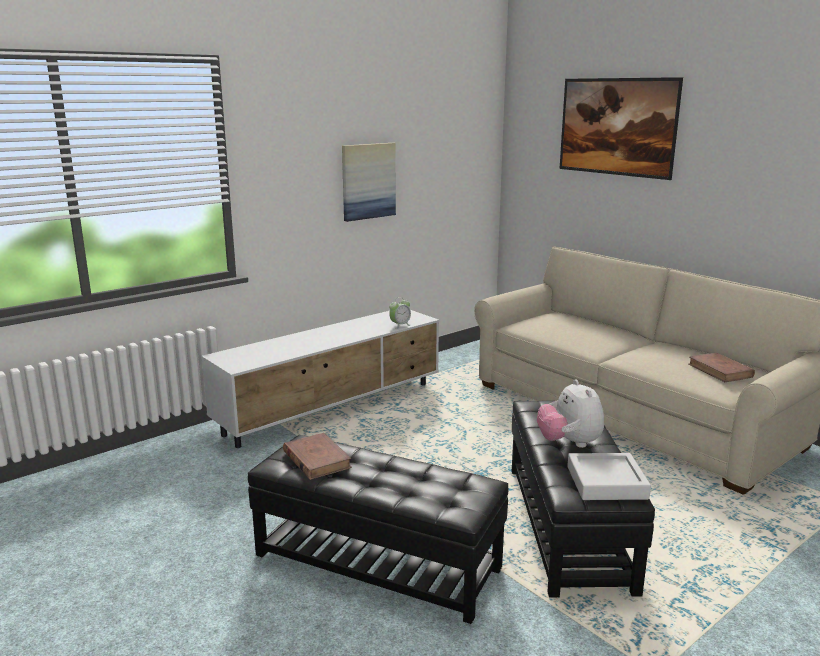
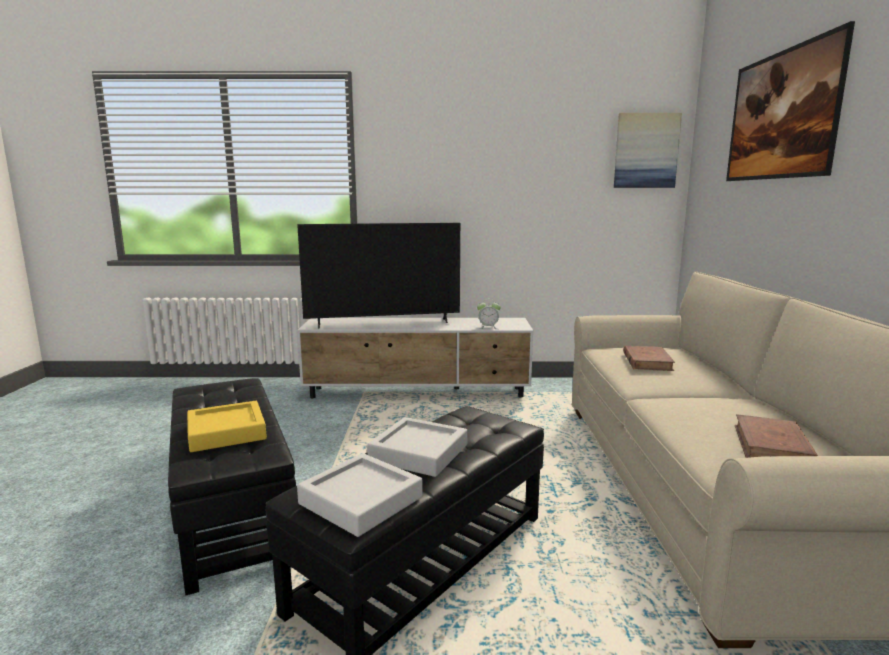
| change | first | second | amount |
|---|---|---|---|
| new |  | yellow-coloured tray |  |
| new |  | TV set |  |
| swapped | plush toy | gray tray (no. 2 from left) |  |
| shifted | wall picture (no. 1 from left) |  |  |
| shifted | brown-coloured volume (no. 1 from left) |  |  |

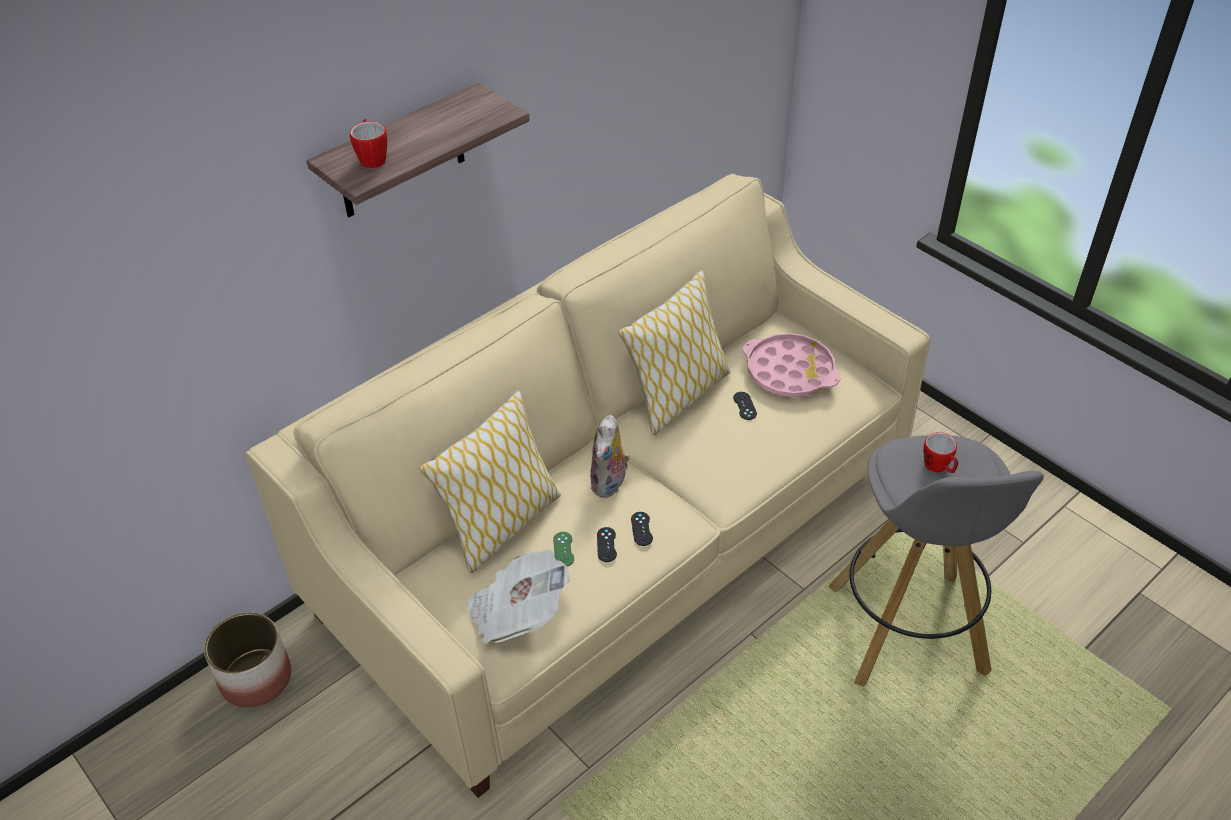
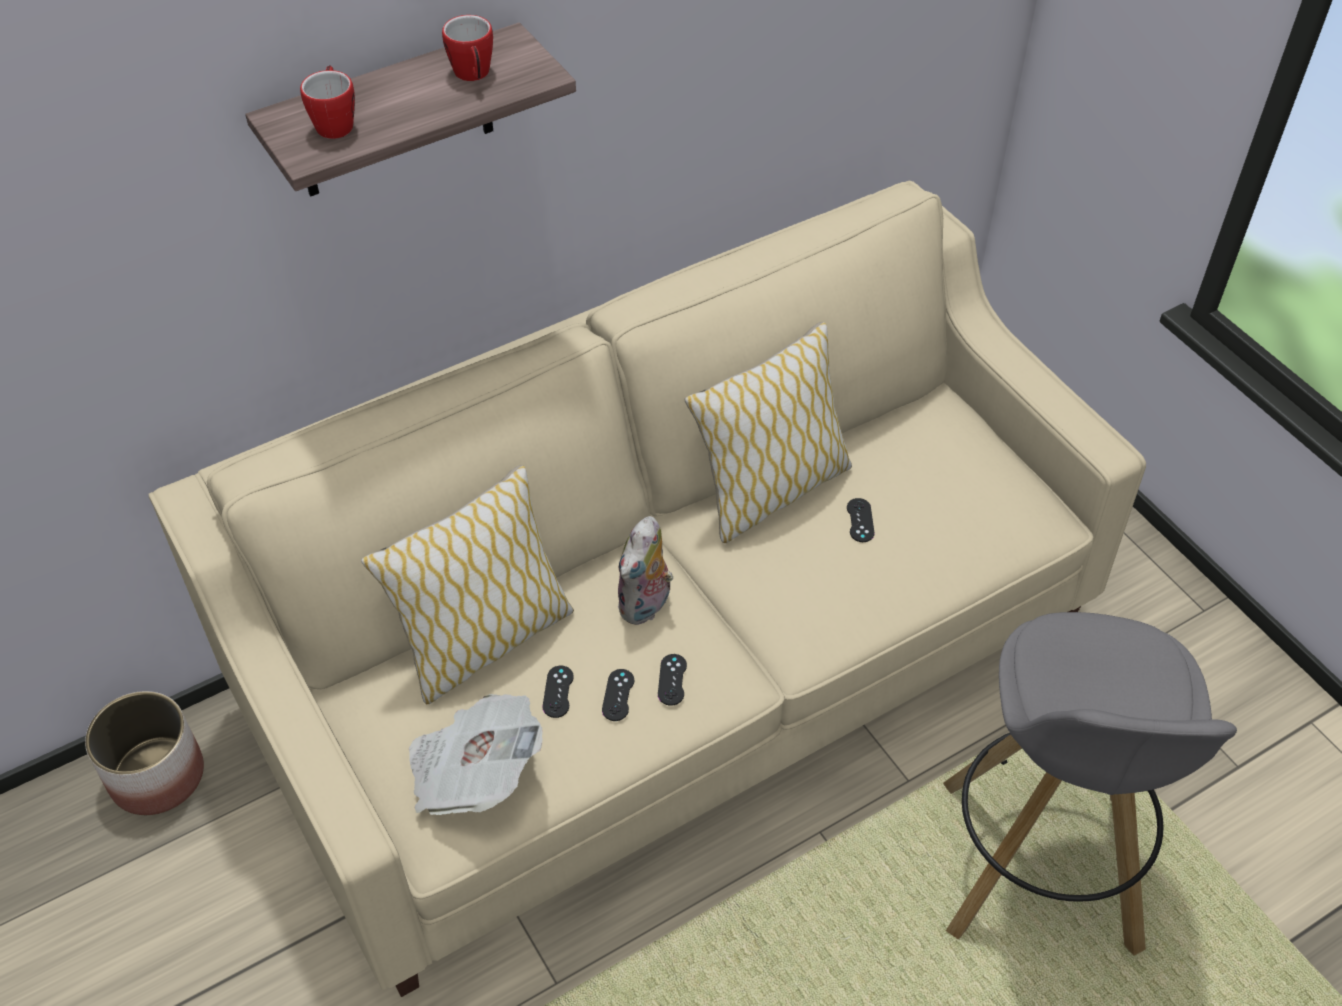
| change | first | second | amount |
|---|---|---|---|
| shifted | mug (no. 2 from left) |  |  |
| repainted | greenish joypad | black-coloured joypad (no. 1 from left) |  |
| gone | pinkish tray |  |  |

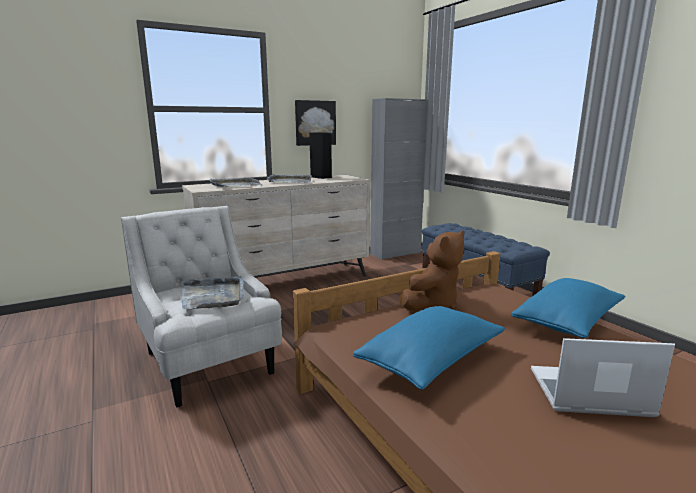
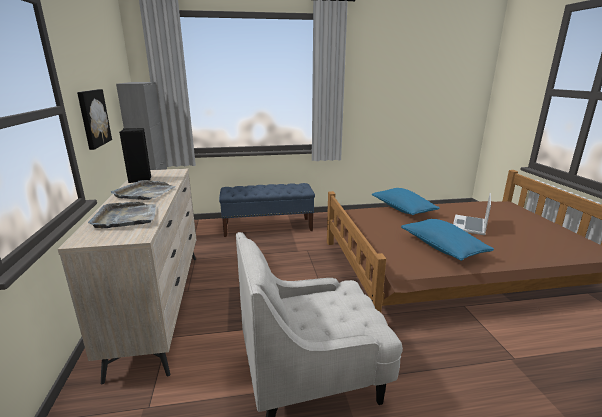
| change | first | second | amount |
|---|---|---|---|
| gone | gray tray (no. 1 from left) |  |  |
| gone | brown-coloured plush toy |  |  |

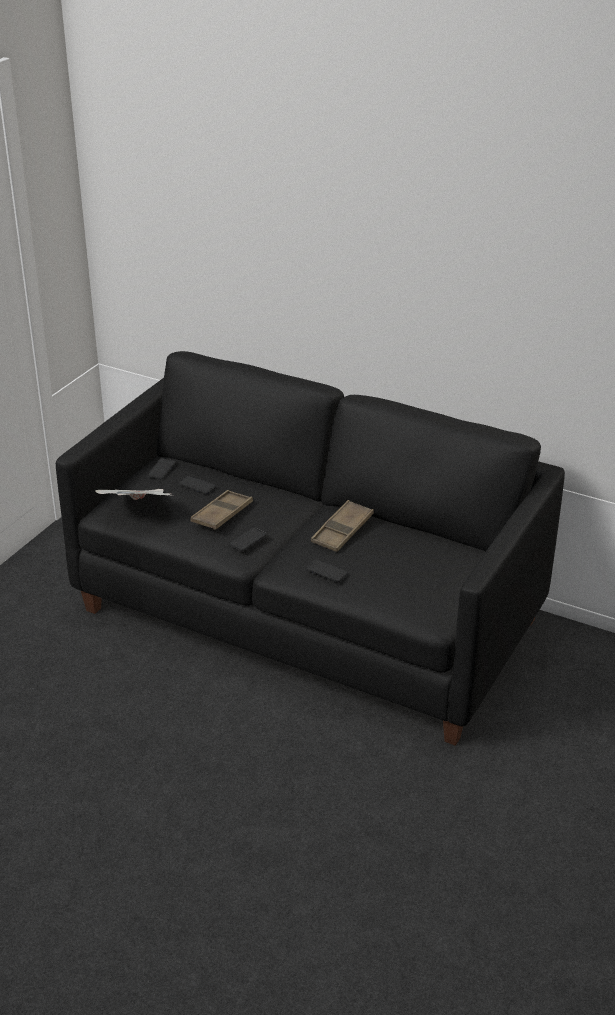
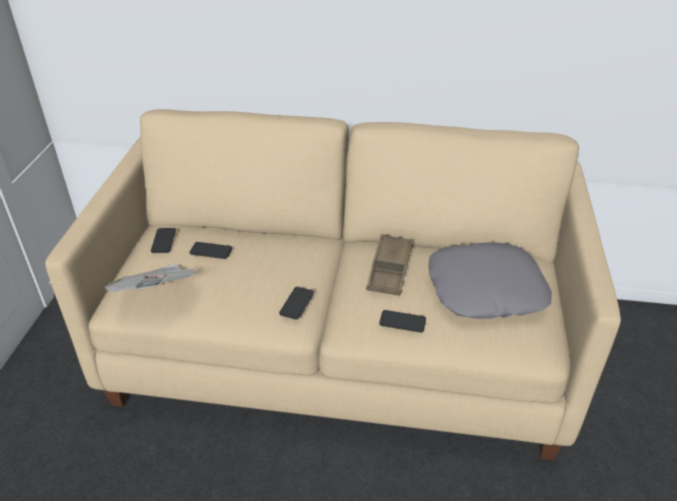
| change | first | second | amount |
|---|---|---|---|
| repainted | black-coloured settee | sand-coloured settee |  |
| new |  | gray cushion |  |
| gone | brown-coloured tray (no. 1 from left) |  |  |

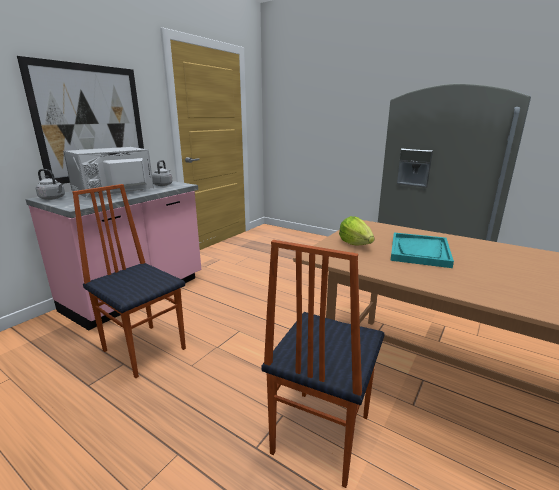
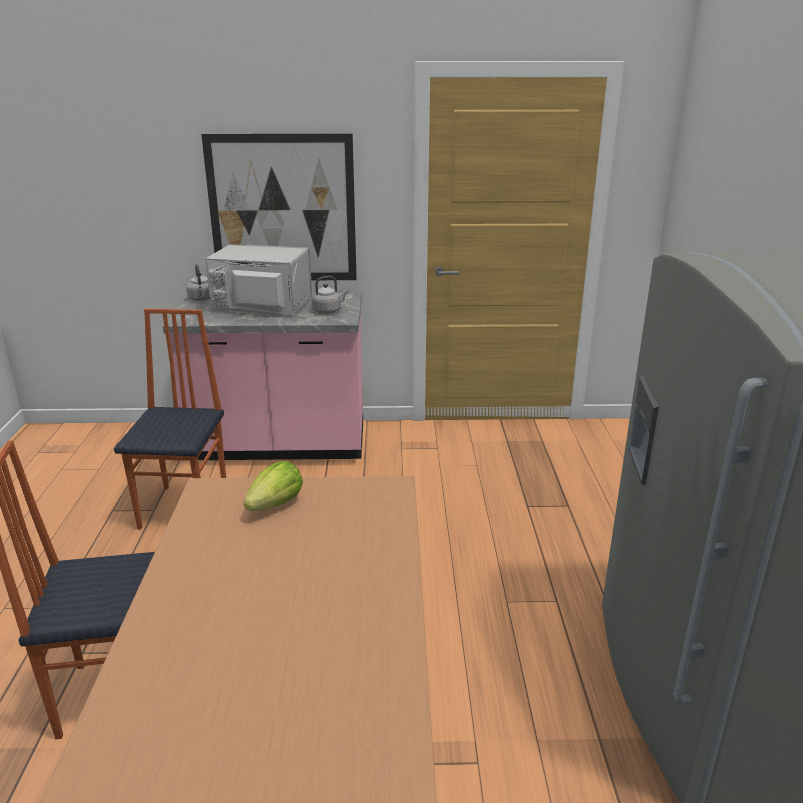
| change | first | second | amount |
|---|---|---|---|
| gone | turquoise-coloured tray |  |  |

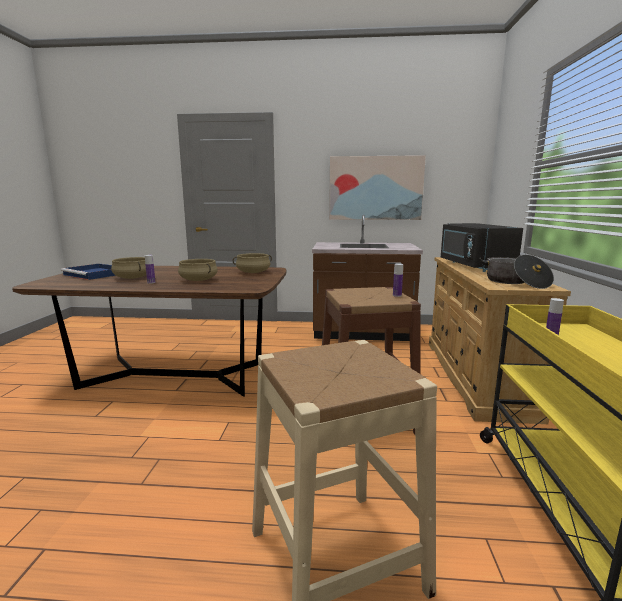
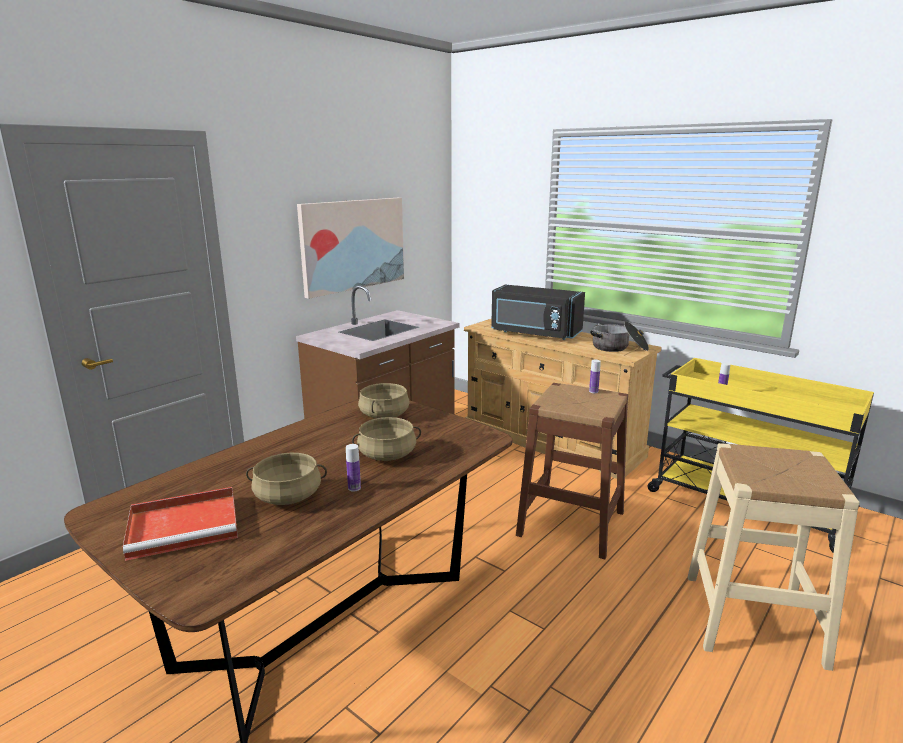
| change | first | second | amount |
|---|---|---|---|
| repainted | blue-coloured tray | reddish tray |  |

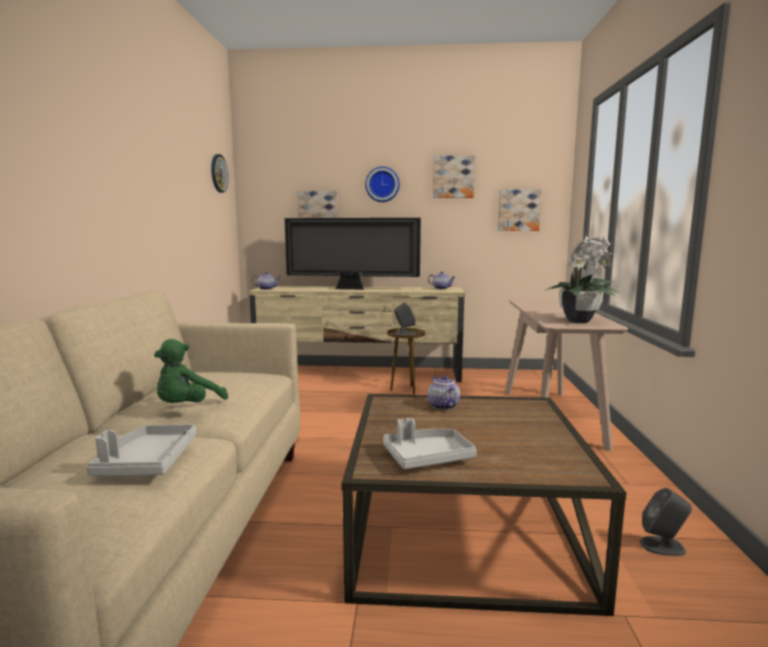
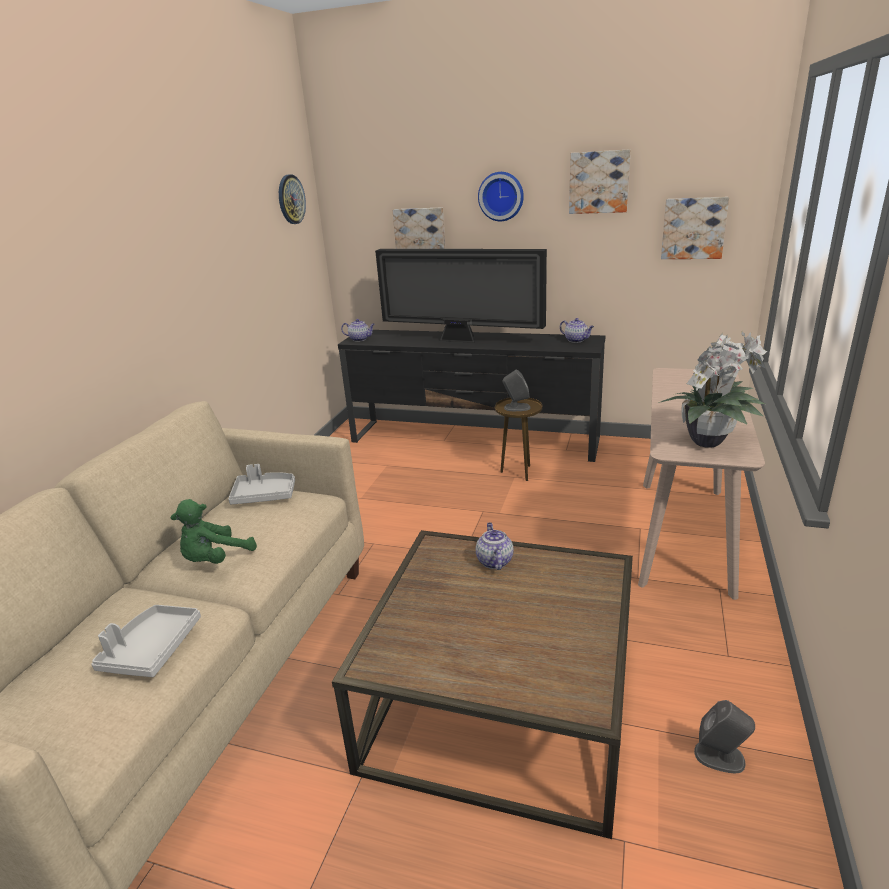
| change | first | second | amount |
|---|---|---|---|
| shifted | gray tray (no. 2 from left) |  |  |
| repainted | sand-coloured tv stand | black-coloured tv stand |  |

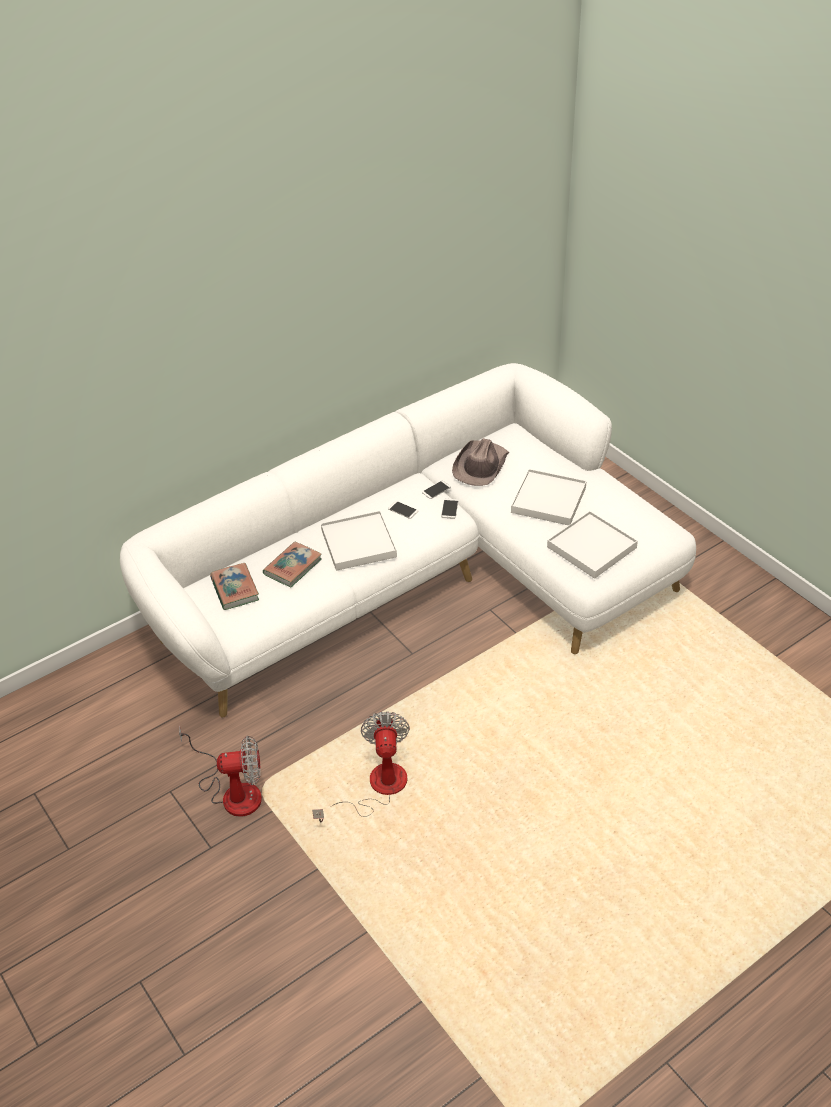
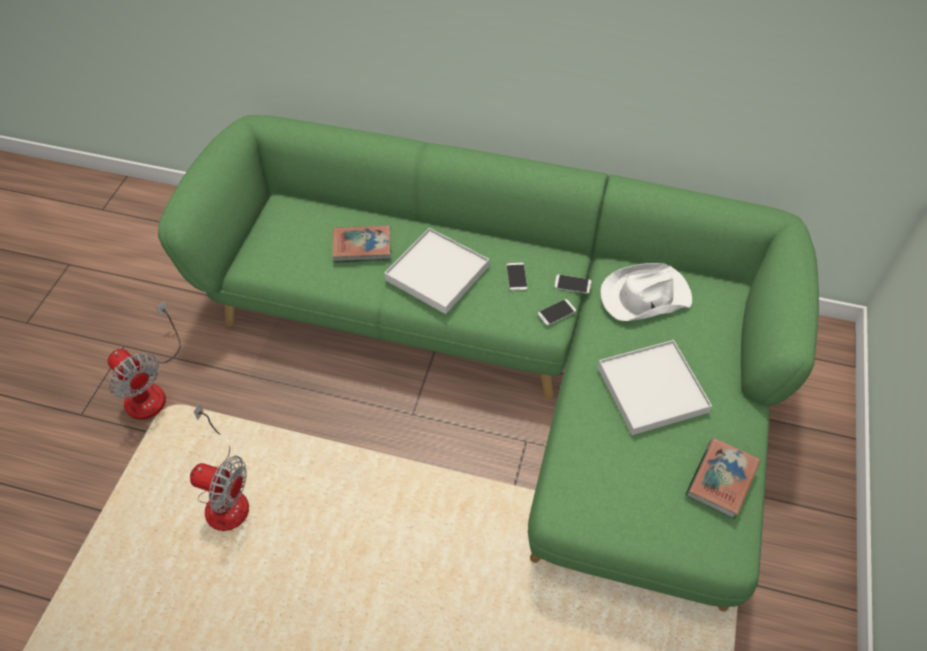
| change | first | second | amount |
|---|---|---|---|
| repainted | white-coloured settee | greenish settee |  |
| rotated | cooling fan (no. 2 from left) |  | 60 degrees clockwise |
| repainted | brown-coloured clothing hat | white-coloured clothing hat |  |
| shifted | volume (no. 1 from left in the first image) | volume (no. 2 from left) |  |
| gone | white-coloured tray (no. 3 from left) |  |  |

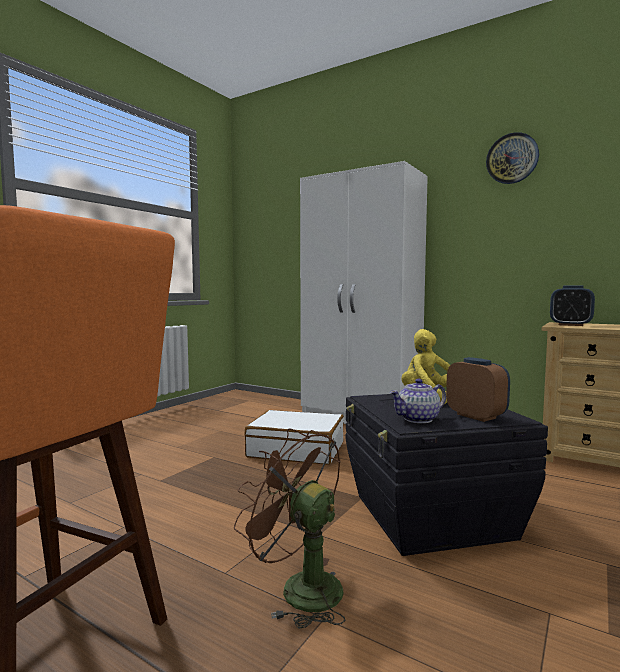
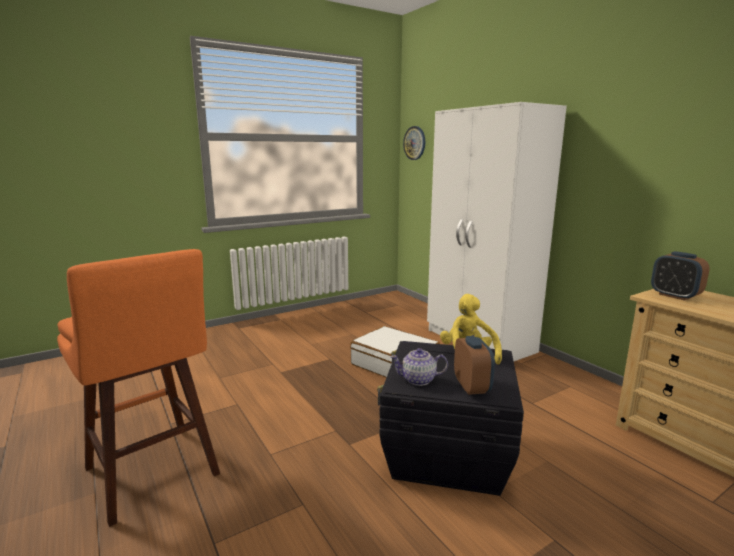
| change | first | second | amount |
|---|---|---|---|
| shifted | hanging clock |  |  |
| gone | brown-coloured cooling fan |  |  |

